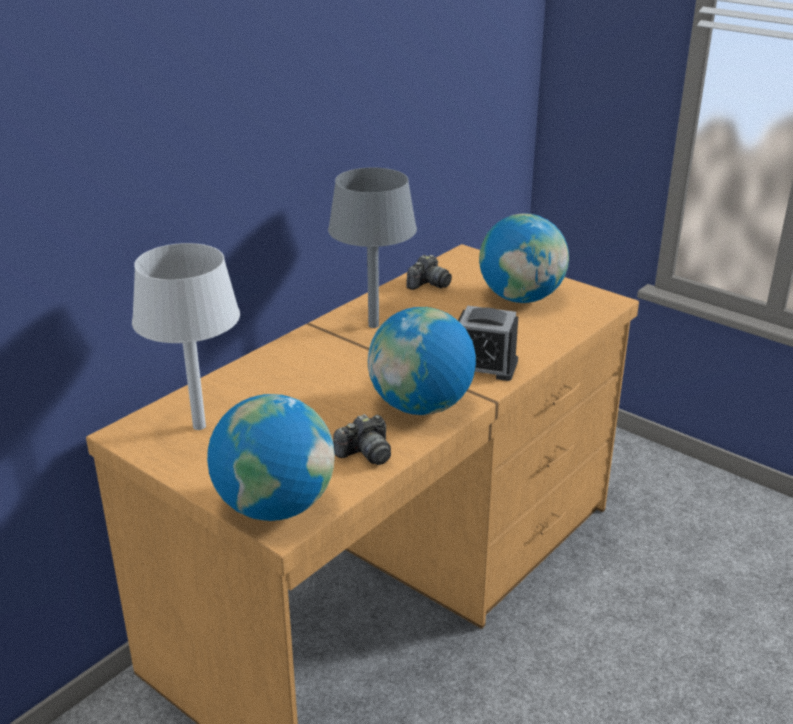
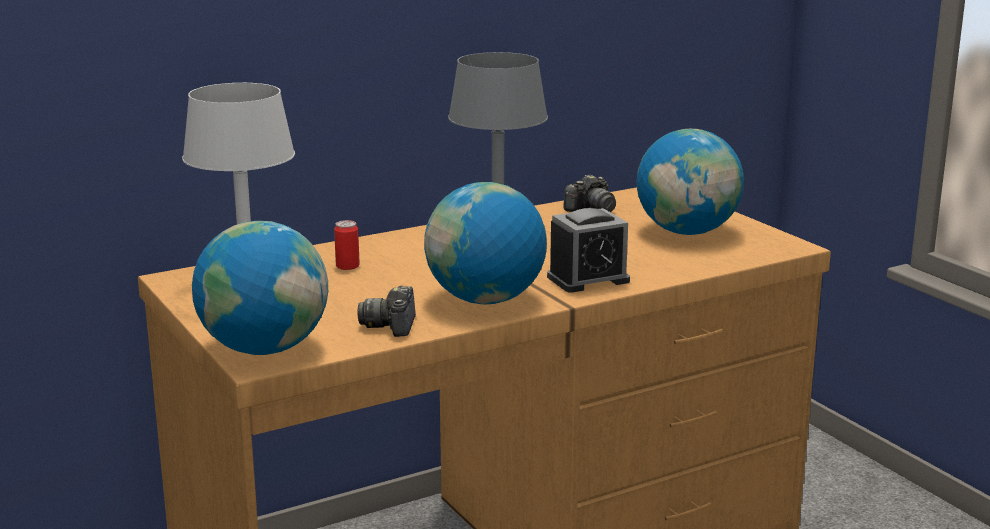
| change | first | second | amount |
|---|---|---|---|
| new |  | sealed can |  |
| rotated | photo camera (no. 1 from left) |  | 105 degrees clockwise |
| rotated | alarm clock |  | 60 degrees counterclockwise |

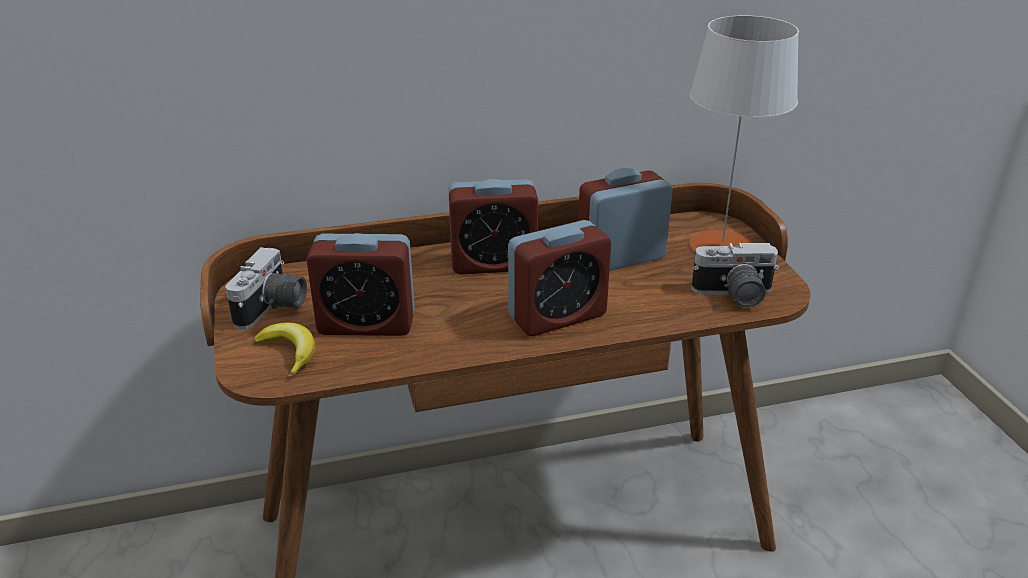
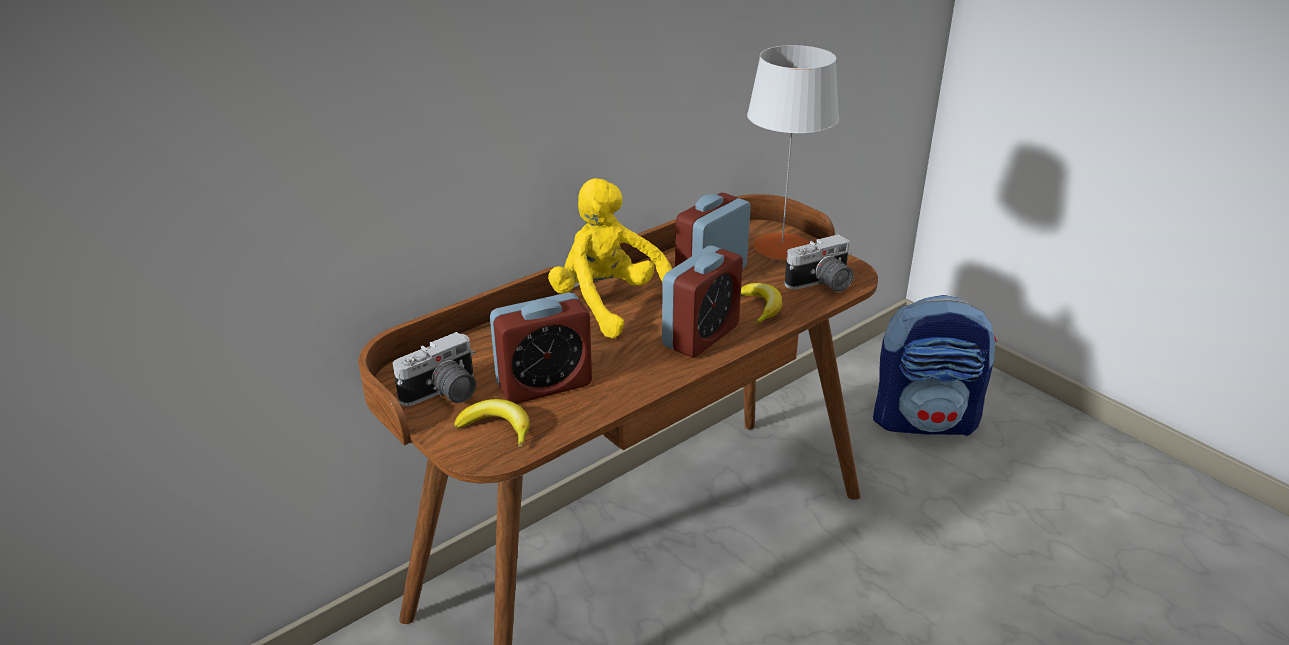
| change | first | second | amount |
|---|---|---|---|
| rotated | photo camera (no. 1 from left) |  | 60 degrees clockwise |
| swapped | alarm clock (no. 2 from left) | yellow-coloured plush toy |  |
| new |  | whole banana (no. 2 from left) |  |
| new |  | backpack |  |

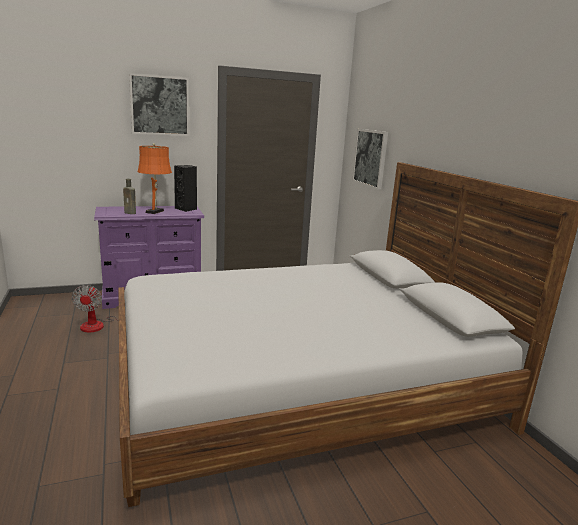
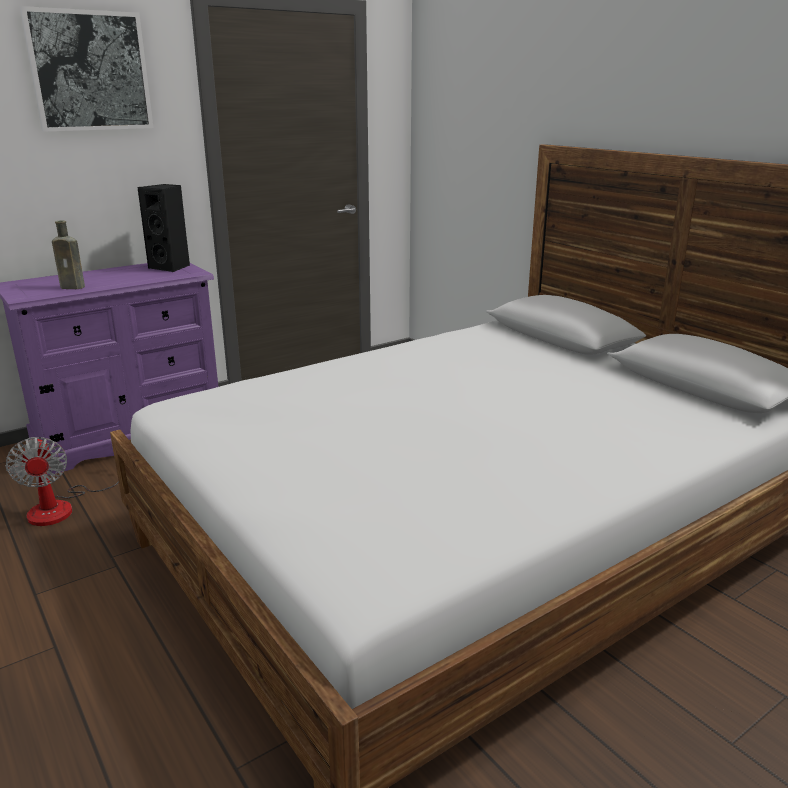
| change | first | second | amount |
|---|---|---|---|
| gone | orange tabletop lamp |  |  |
| gone | wall picture (no. 2 from left) |  |  |

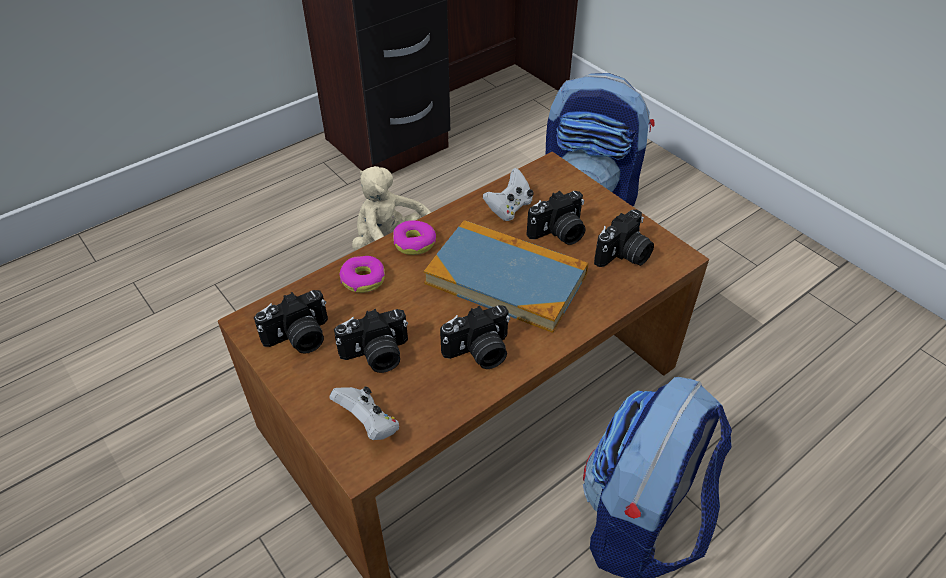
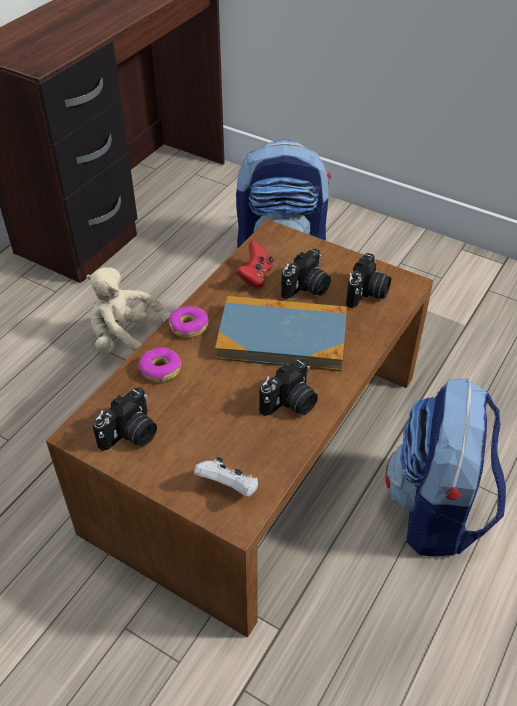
| change | first | second | amount |
|---|---|---|---|
| repainted | white-coloured joypad (no. 2 from left) | reddish joypad |  |
| gone | photo camera (no. 2 from left) |  |  |

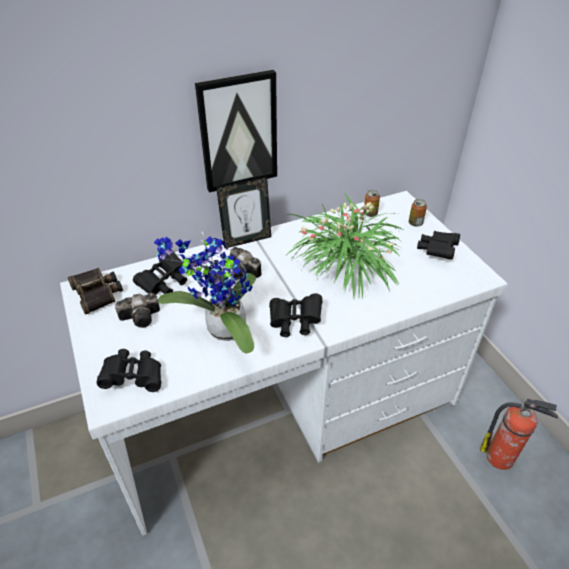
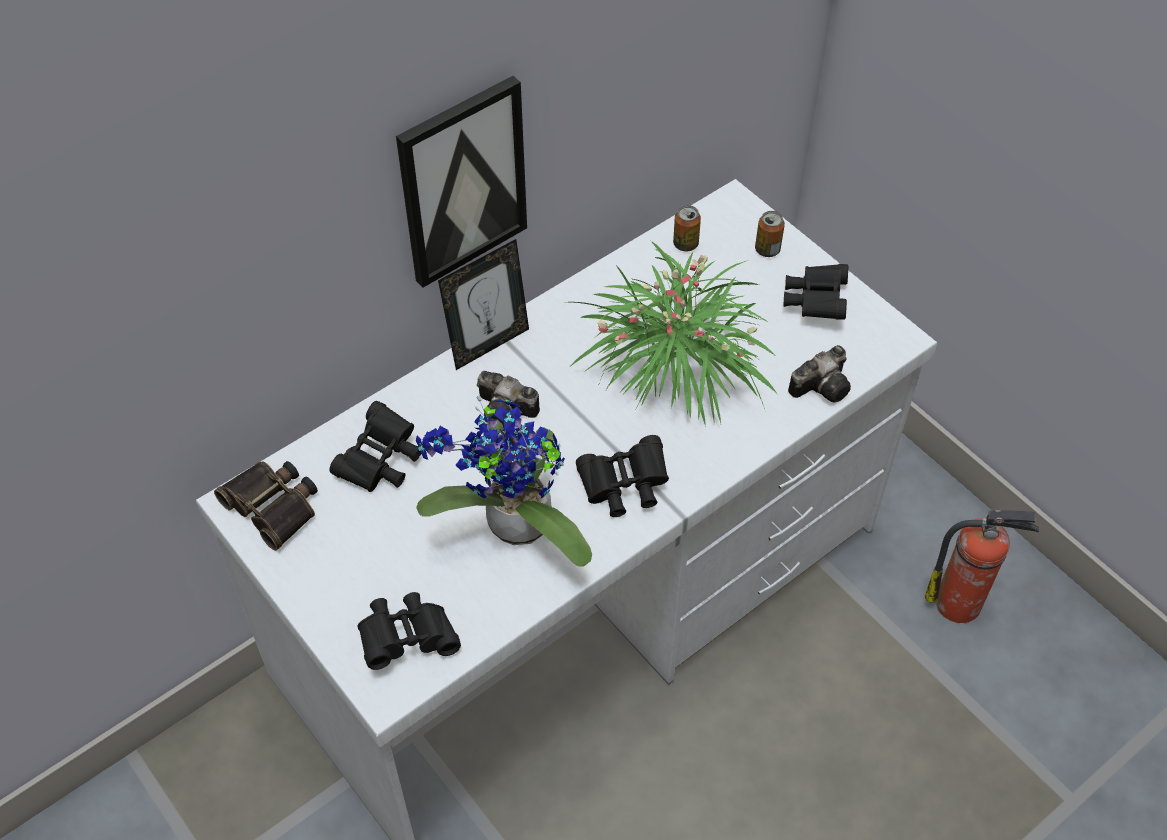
| change | first | second | amount |
|---|---|---|---|
| shifted | photo camera (no. 1 from left in the first image) | photo camera (no. 2 from left) |  |

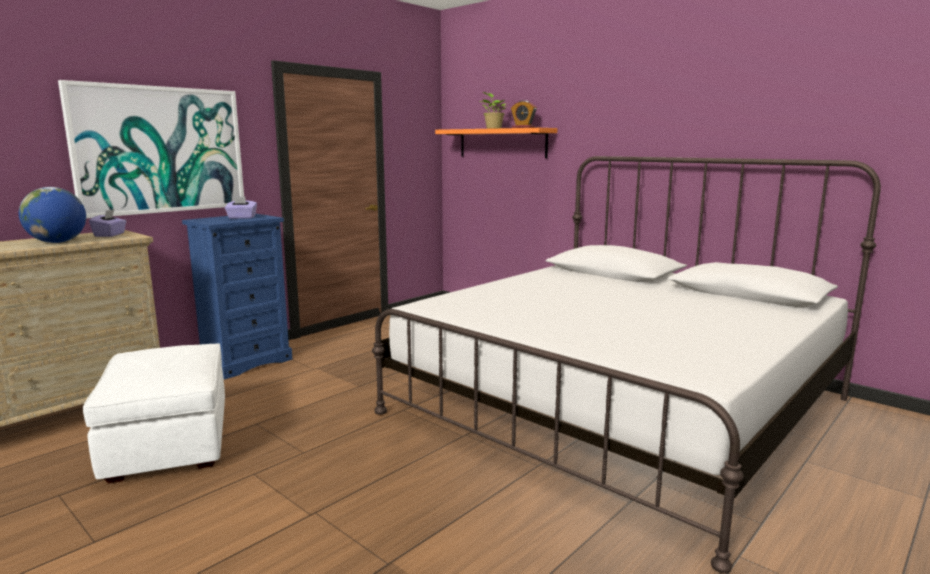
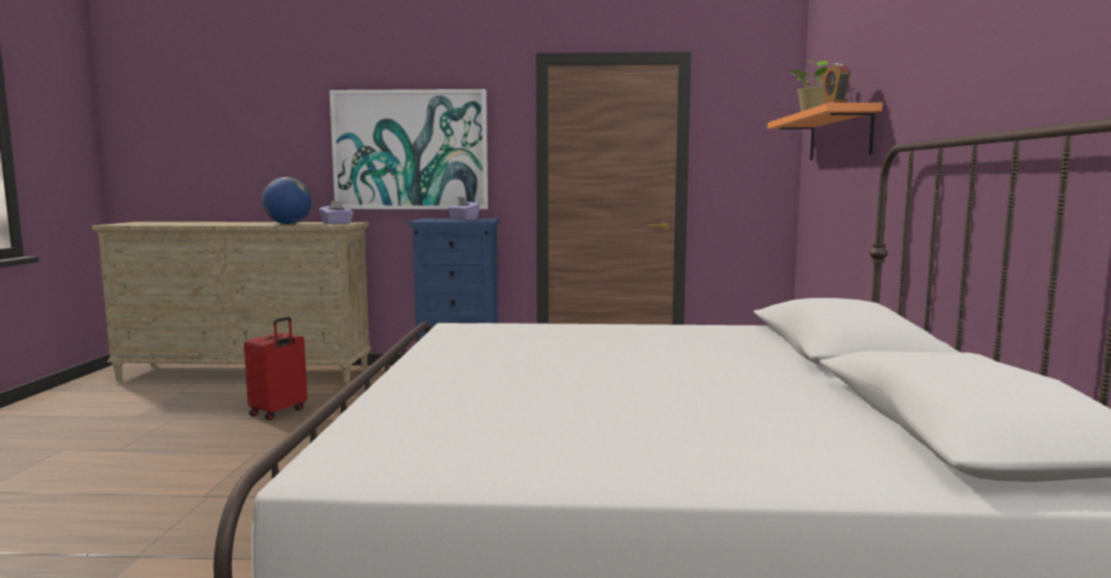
| change | first | second | amount |
|---|---|---|---|
| swapped | white-coloured ottoman | reddish piece of luggage |  |

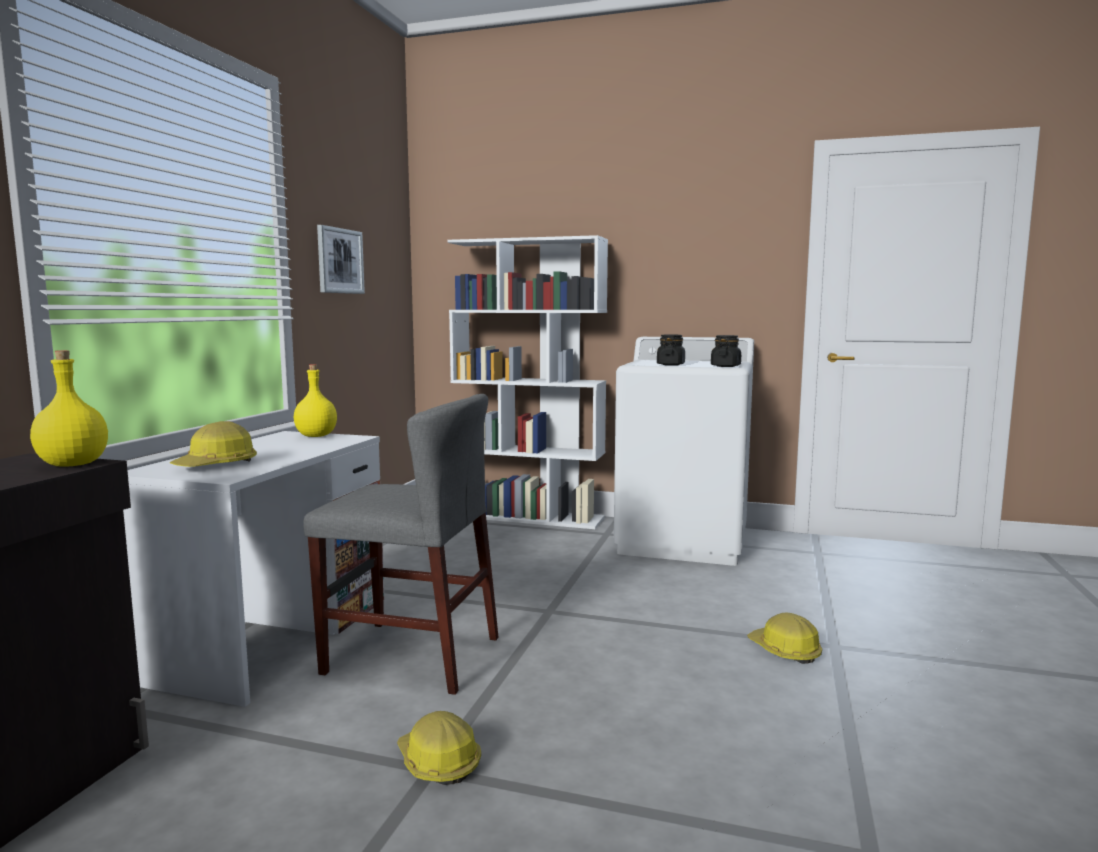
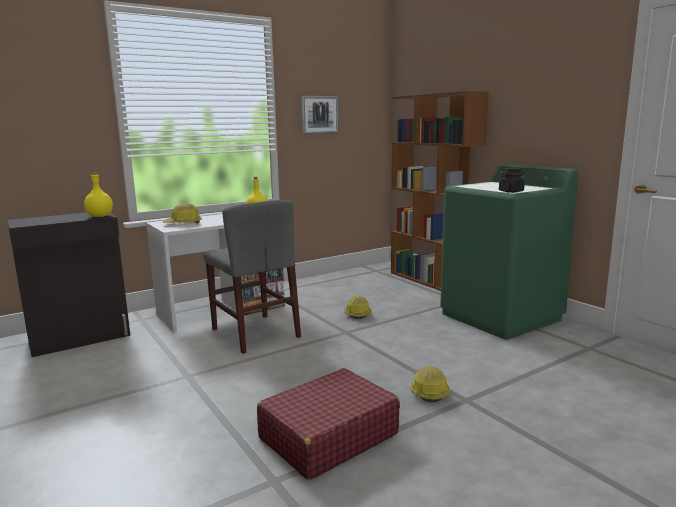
| change | first | second | amount |
|---|---|---|---|
| new |  | reddish piece of luggage |  |
| shifted | hard hat (no. 2 from left) |  |  |
| repainted | white-coloured shelving unit | brown-coloured shelving unit |  |
| repainted | white-coloured laundry machine | greenish laundry machine |  |
| gone | black-coloured jar (no. 1 from left) |  |  |

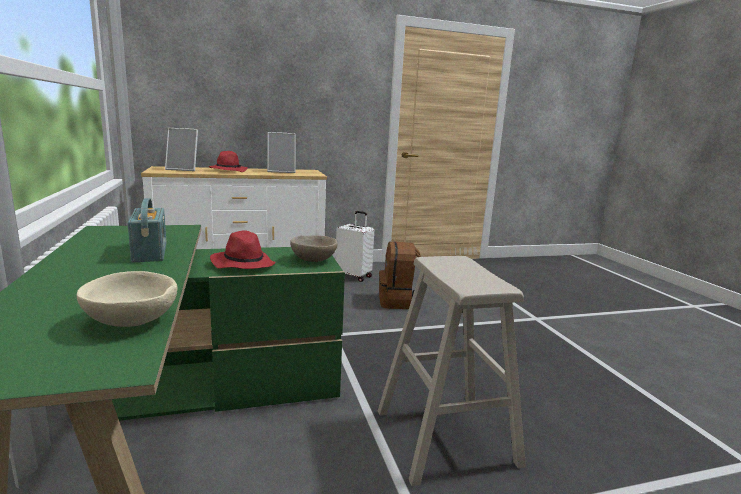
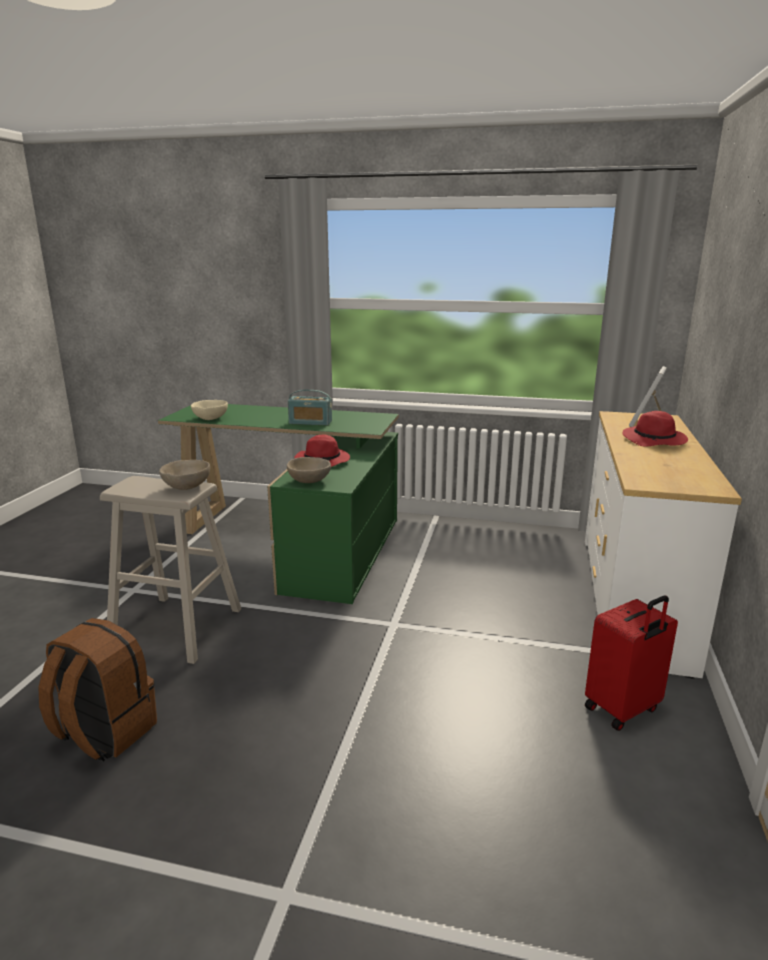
| change | first | second | amount |
|---|---|---|---|
| shifted | brown-coloured backpack |  |  |
| new |  | sand-coloured serving bowl (no. 1 from left) |  |
| repainted | white-coloured piece of luggage | reddish piece of luggage |  |
| gone | photo frame (no. 2 from left) |  |  |

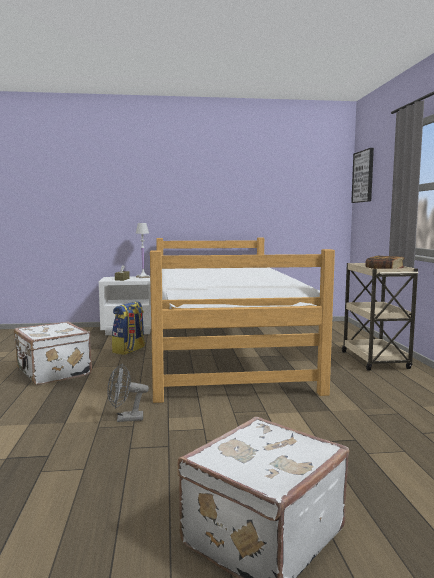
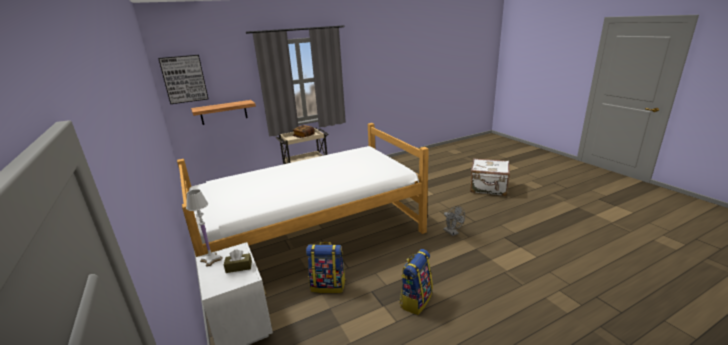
| change | first | second | amount |
|---|---|---|---|
| new |  | bracket shelf |  |
| swapped | white-coloured piece of luggage (no. 1 from left) | backpack (no. 2 from left) |  |

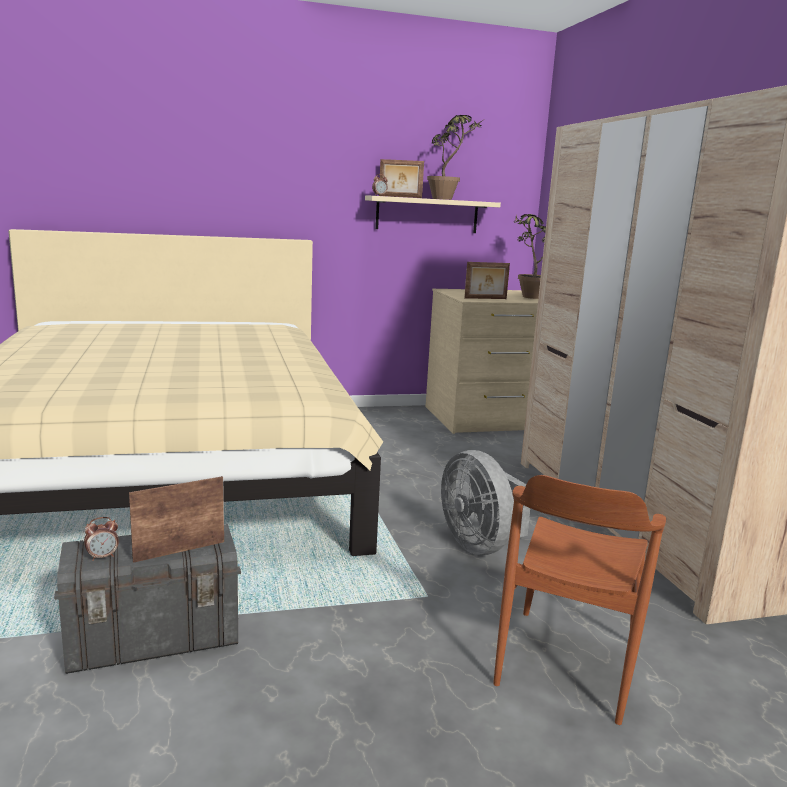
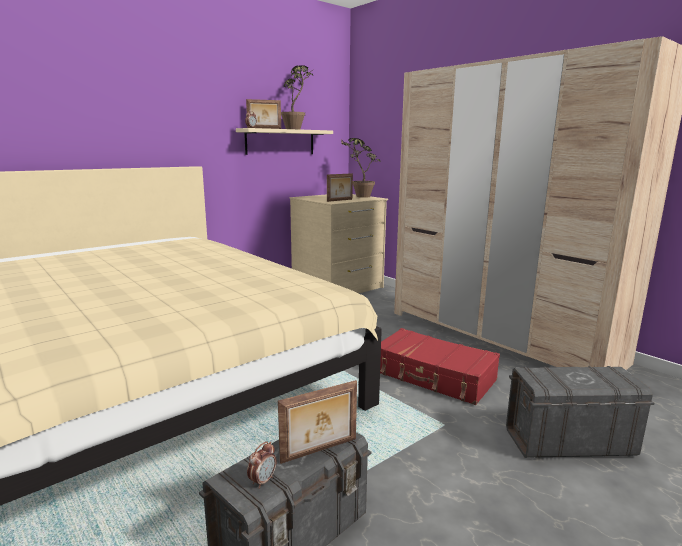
| change | first | second | amount |
|---|---|---|---|
| rotated | photo frame (no. 1 from left in the first image) | photo frame (no. 2 from left) | 150 degrees counterclockwise |
| swapped | gray cooling fan | reddish piece of luggage |  |
| swapped | brown-coloured upright chair | gray storage box (no. 2 from left) |  |

